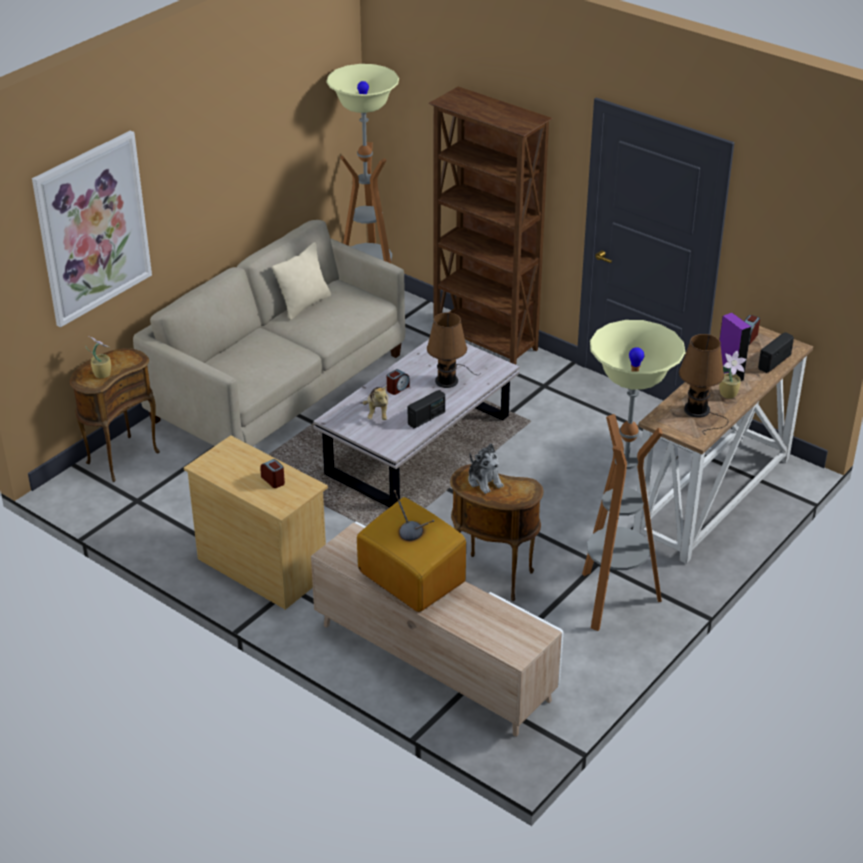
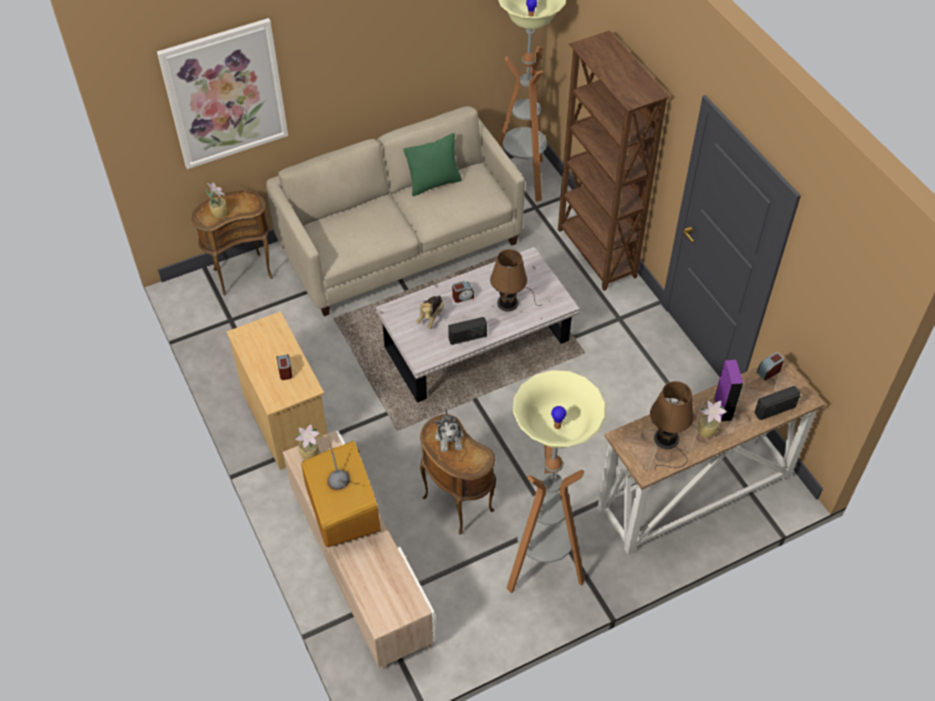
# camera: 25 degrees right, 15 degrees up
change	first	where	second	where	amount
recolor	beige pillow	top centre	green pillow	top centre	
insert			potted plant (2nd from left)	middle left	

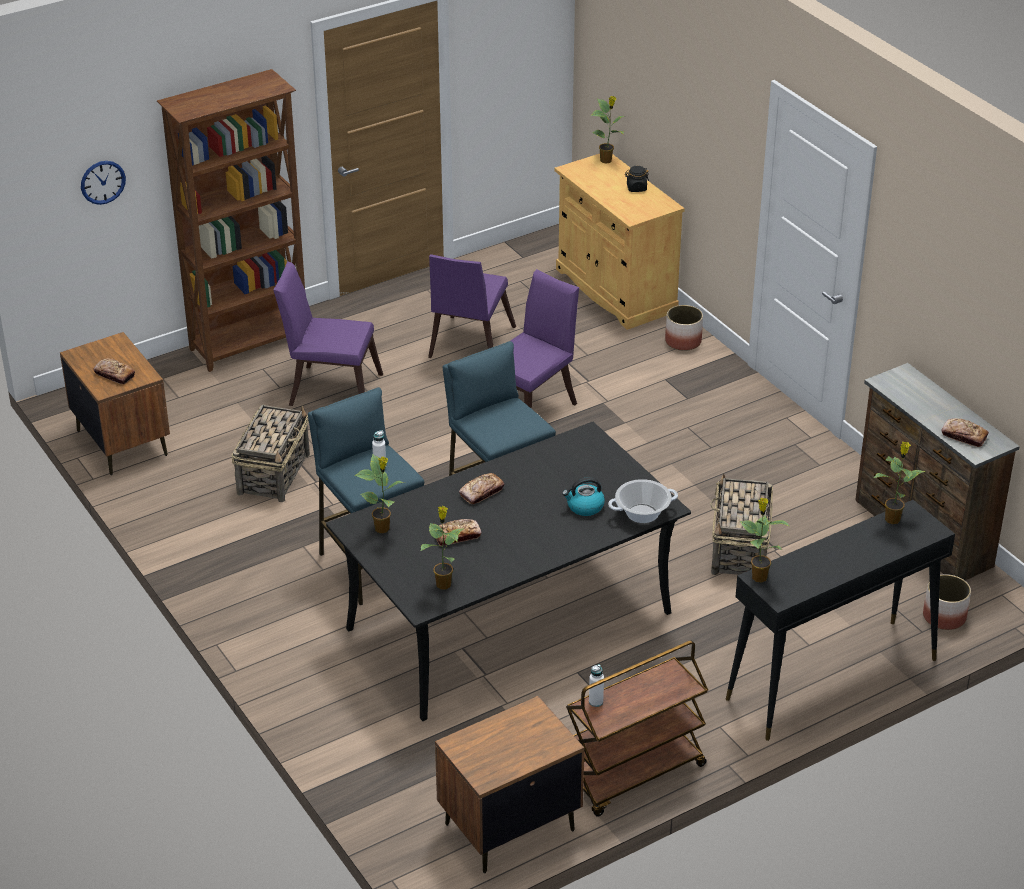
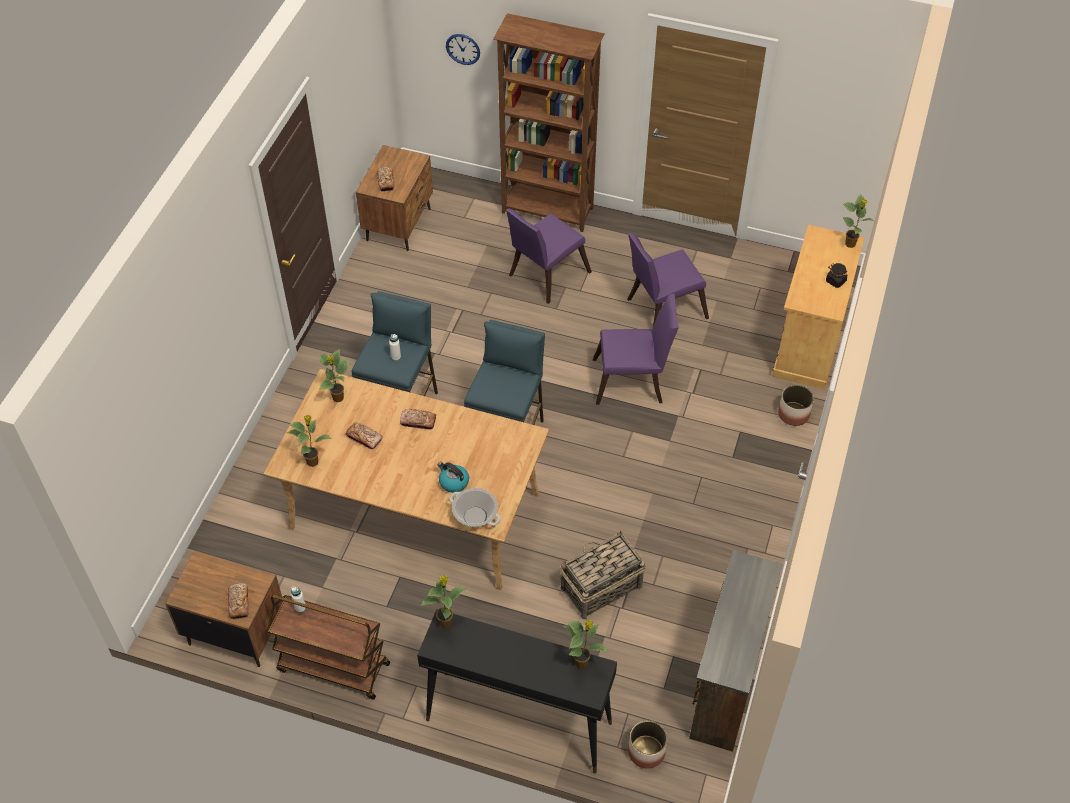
# camera: 50 degrees right, 15 degrees up
change	first	where	second	where	amount
delete	basket (1st from left)	middle left			
rotate	purple chair (1st from left)	middle left		top centre	105 degrees counterclockwise
recolor	black dining table	centre	beige dining table	centre	
move	bread (4th from left in the first image)	middle right	bread (1st from left)	bottom left	

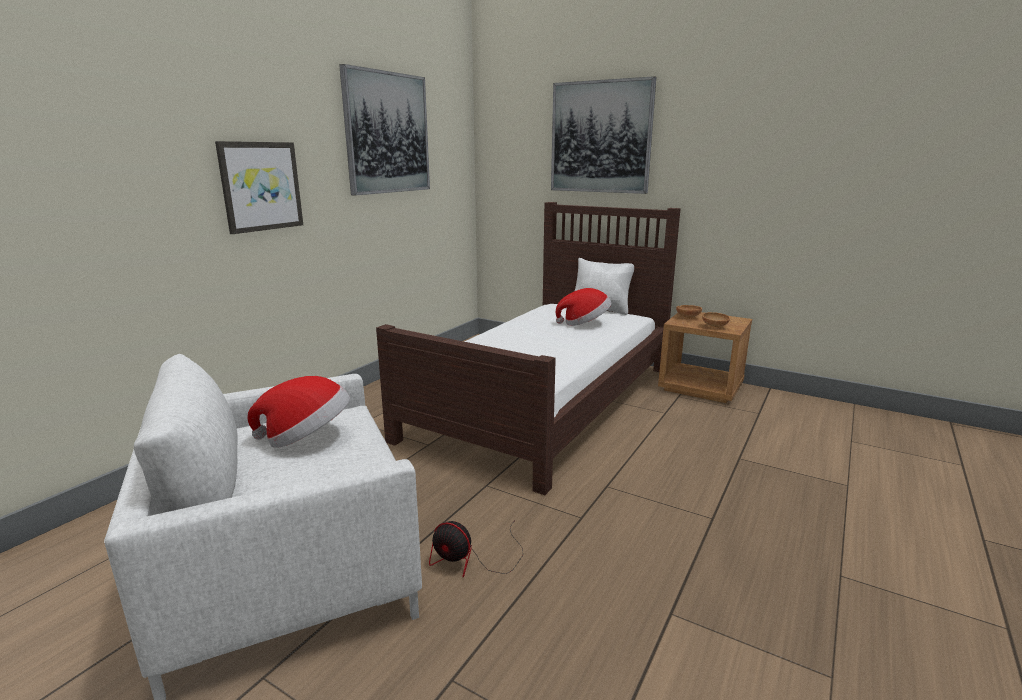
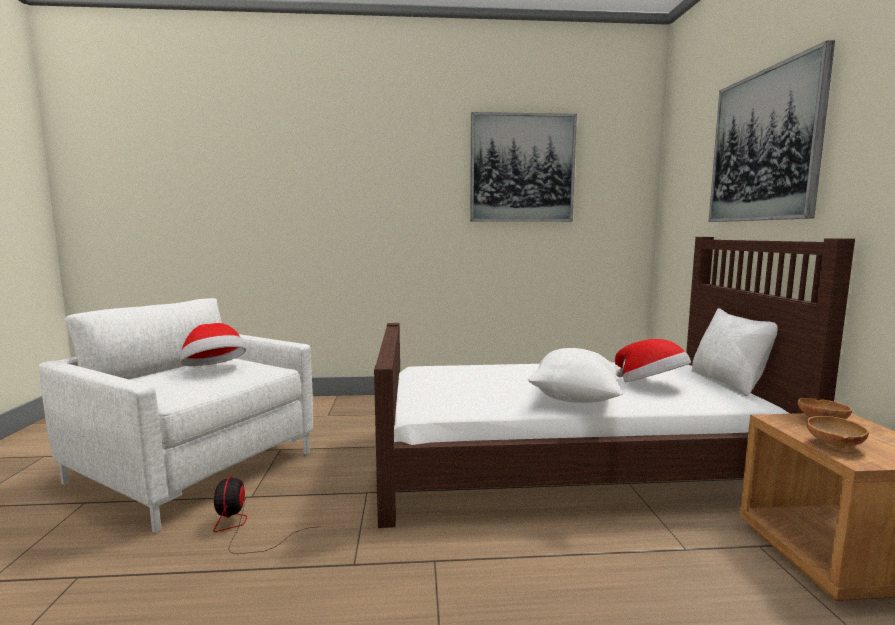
# camera: 55 degrees right, 10 degrees down
change	first	where	second	where	amount
delete	picture (1st from left)	top left			
insert			white pillow (1st from left)	centre	

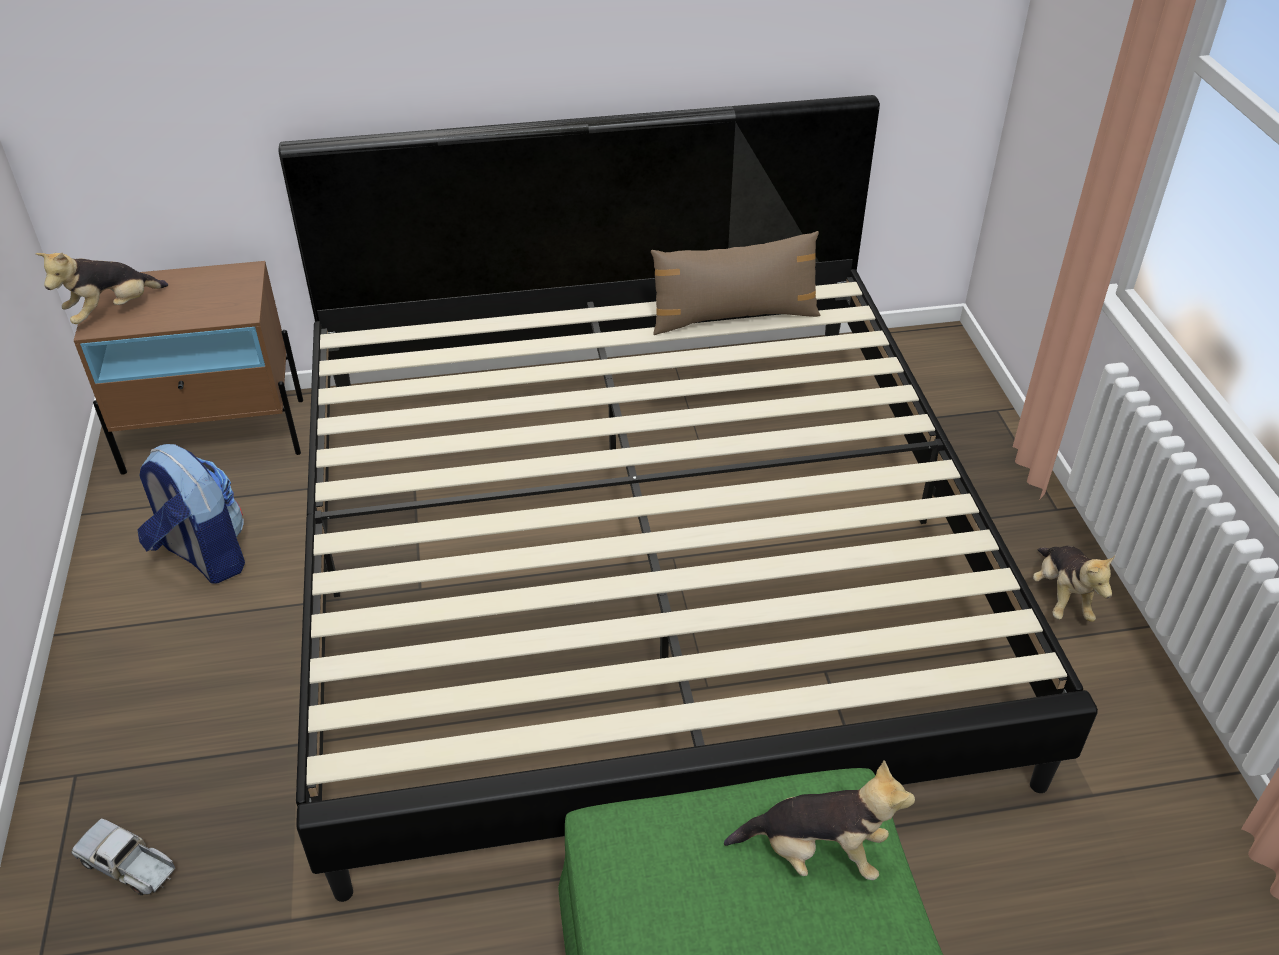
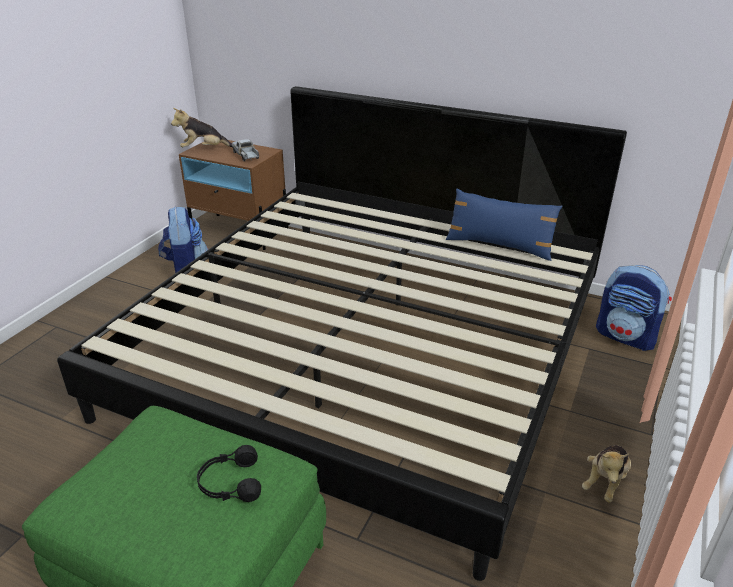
# camera: 35 degrees right, 10 degrees down
change	first	where	second	where	amount
move	toy truck	bottom left		top centre	
recolor	brown pillow	top centre	blue pillow	middle right	
replace	plush toy (2nd from left)	bottom centre	black headphones	bottom left	
insert			backpack (2nd from left)	middle right	

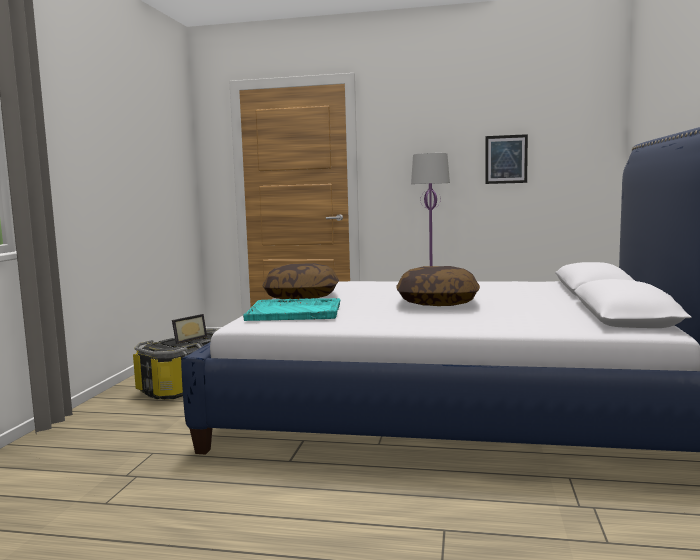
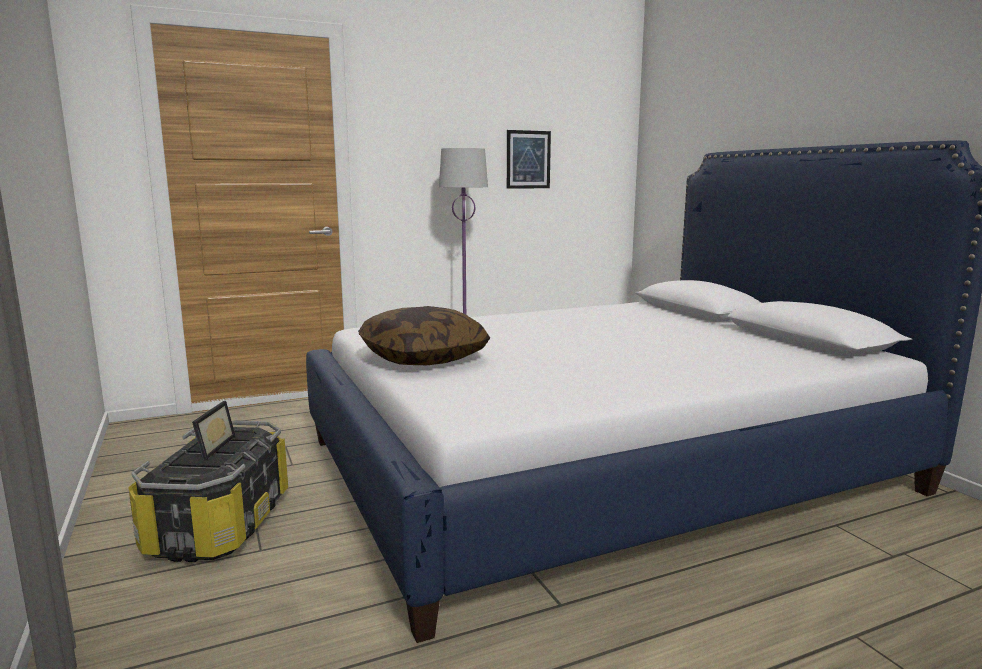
# camera: 35 degrees left, 5 degrees up
change	first	where	second	where	amount
delete	turquoise tray	centre			
delete	pillow (2nd from left)	centre			

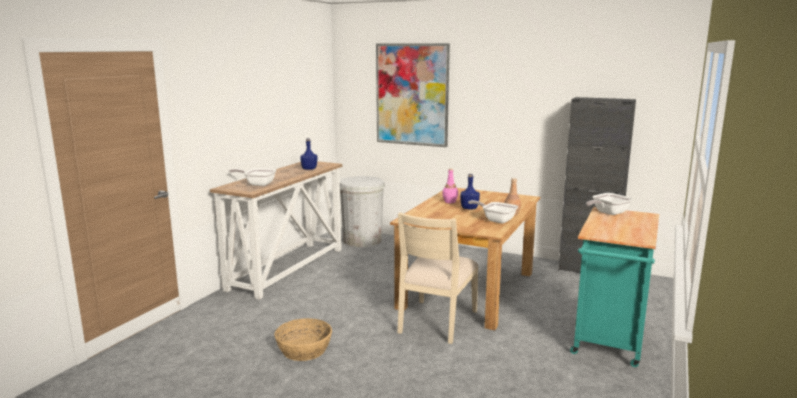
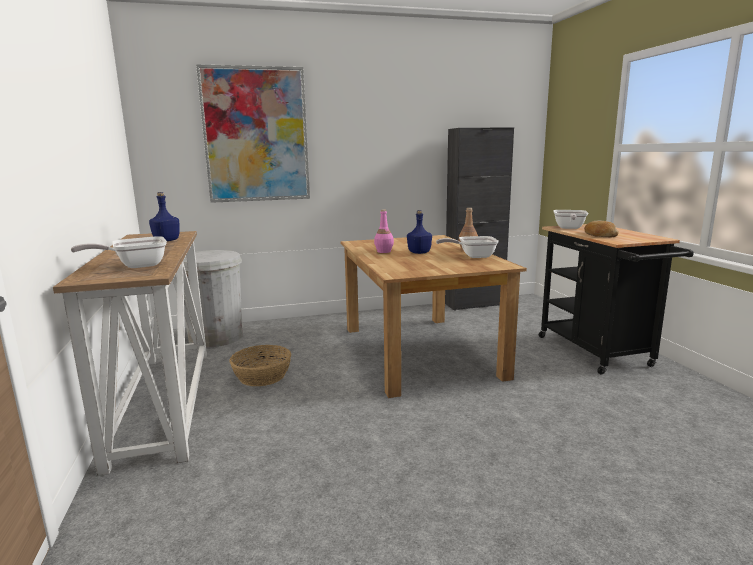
# camera: 40 degrees left, 0 degrees up
change	first	where	second	where	amount
move	basket	bottom centre		centre	
delete	beige chair	bottom centre			
recolor	turquoise cart	bottom right	black cart	middle right	
insert			bread	middle right	

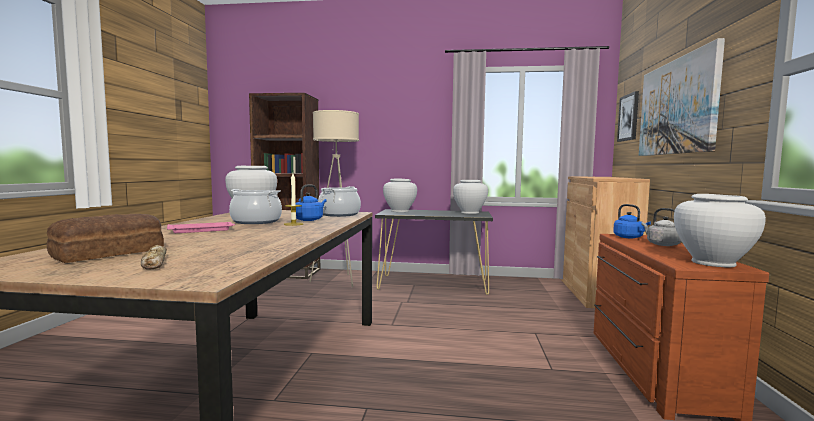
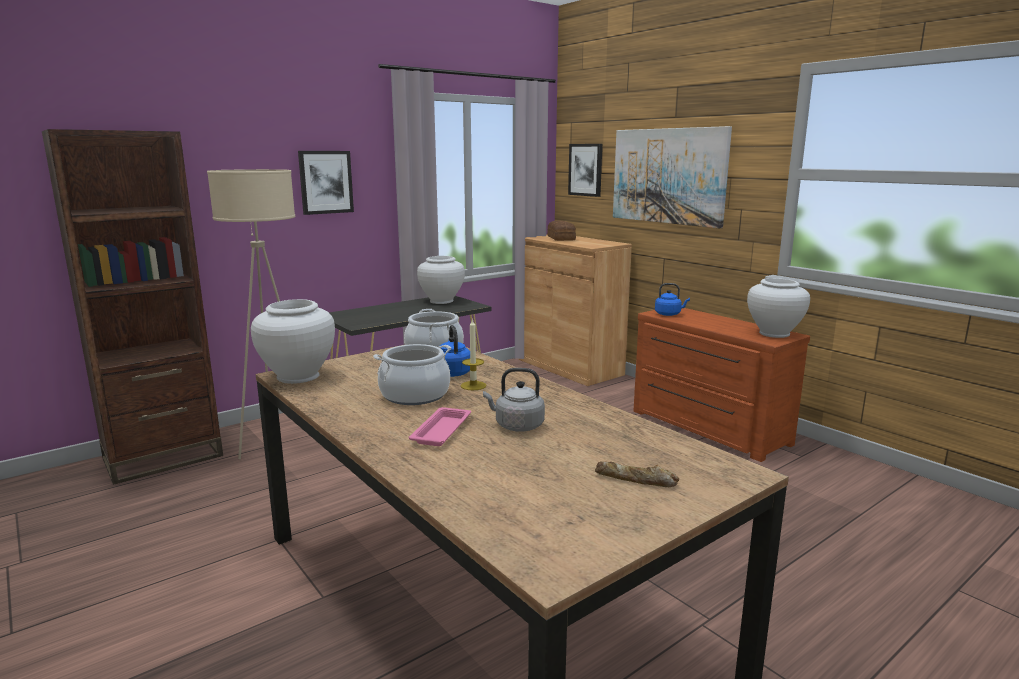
# camera: 45 degrees left, 10 degrees up
change	first	where	second	where	amount
move	bread (1st from left)	middle left		centre	
delete	white vase (2nd from left)	centre			
move	grey kettle	middle right		centre	
insert			picture (1st from left)	top left	

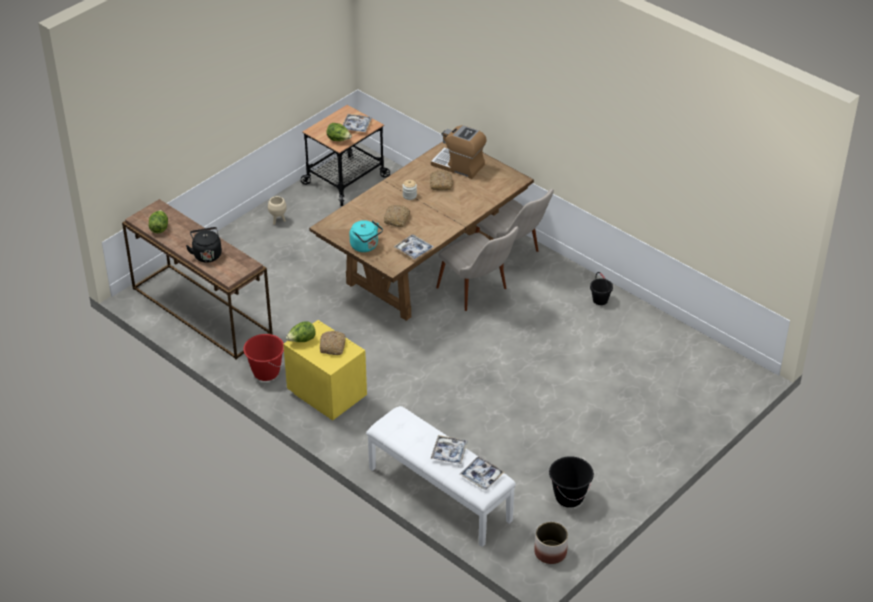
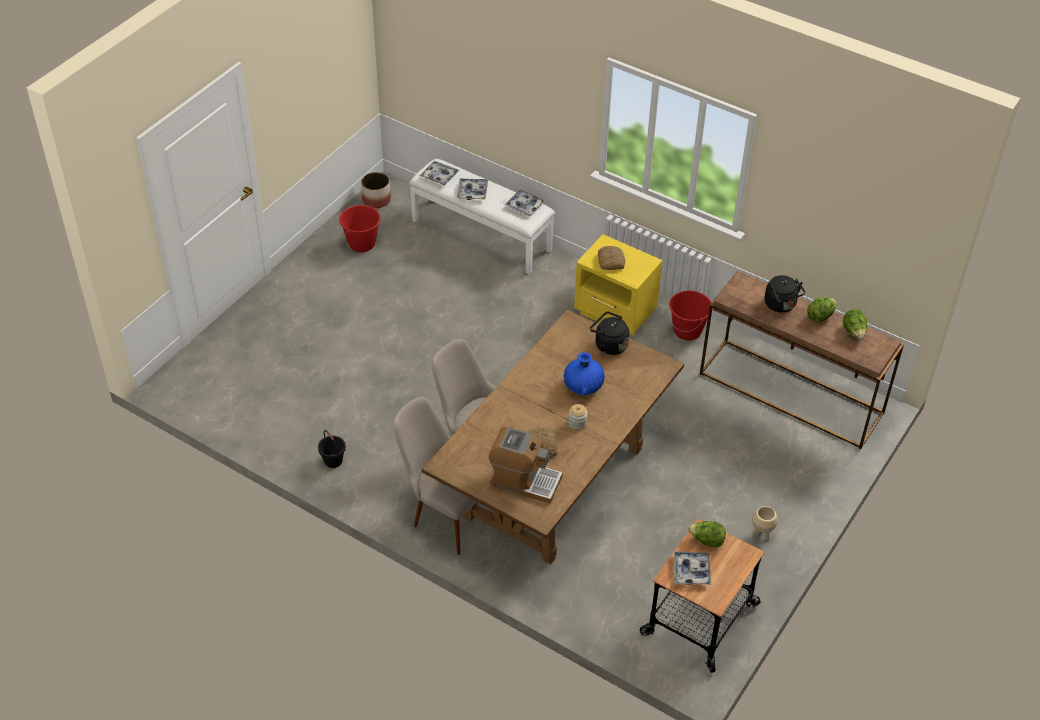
# camera: 170 degrees right, 5 degrees up
change	first	where	second	where	amount
move	lettuce (2nd from left)	centre		middle right	
recolor	turquoise kettle	centre	black kettle (1st from left)	centre	
replace	bread (2nd from left)	centre	blue vase	centre	
move	tray (2nd from left in the first image)	centre	tray (3rd from left)	top centre	
recolor	black bucket (1st from left)	bottom centre	red bucket (1st from left)	top centre	

